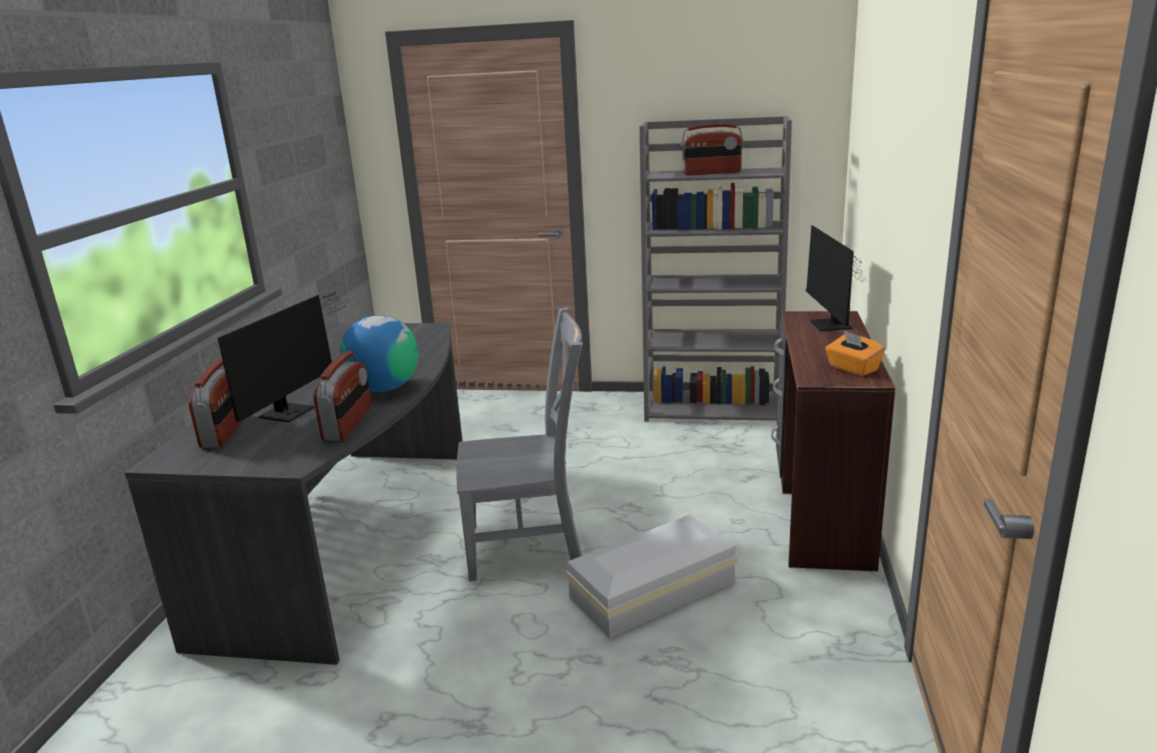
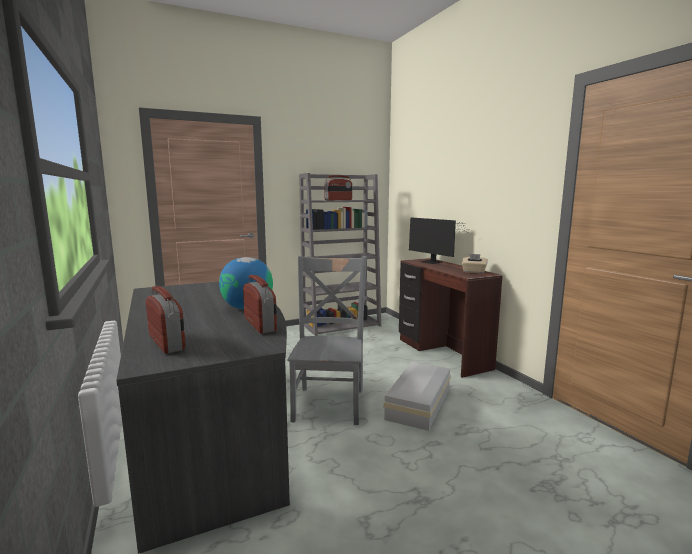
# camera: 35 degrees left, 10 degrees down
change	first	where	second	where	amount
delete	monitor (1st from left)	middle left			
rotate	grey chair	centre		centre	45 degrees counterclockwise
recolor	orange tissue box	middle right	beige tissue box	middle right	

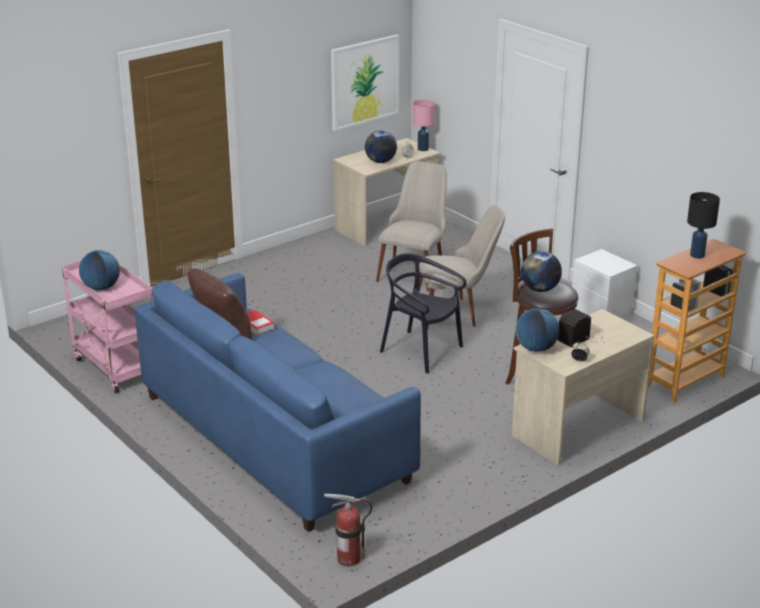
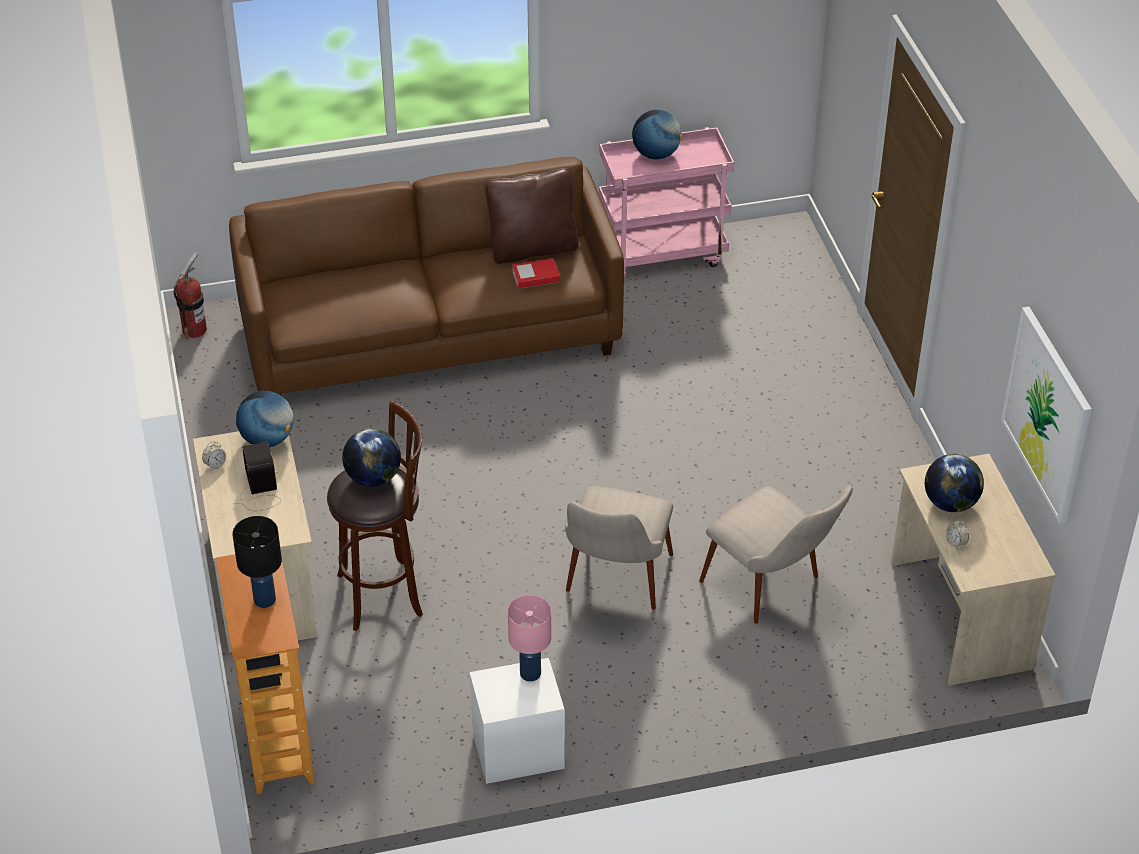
# camera: 115 degrees right, 15 degrees up
change	first	where	second	where	amount
recolor	blue sofa	centre	brown sofa	top centre	
delete	black chair	centre			
move	pink table lamp	top centre		bottom centre	

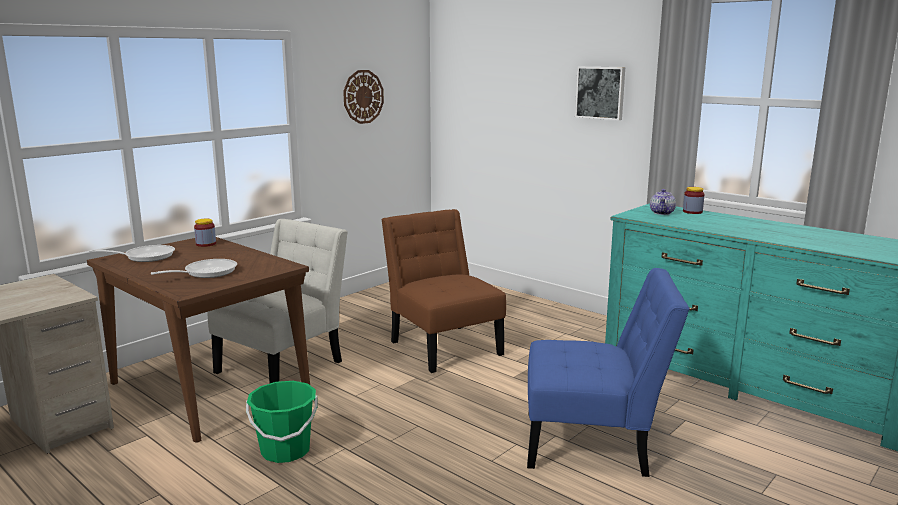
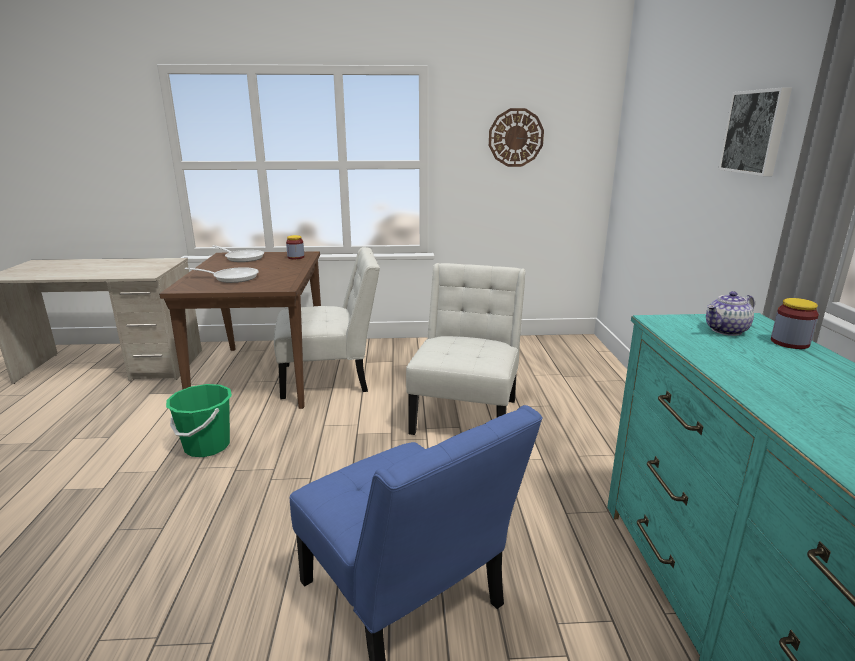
# camera: 45 degrees right, 5 degrees up
change	first	where	second	where	amount
recolor	brown chair	centre	white chair (2nd from left)	centre	

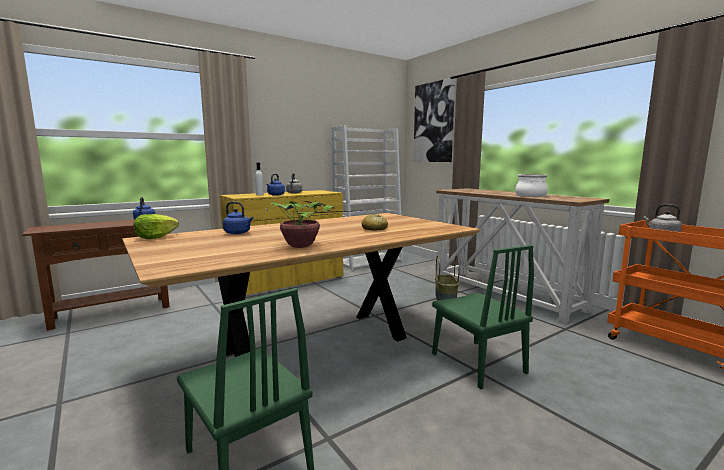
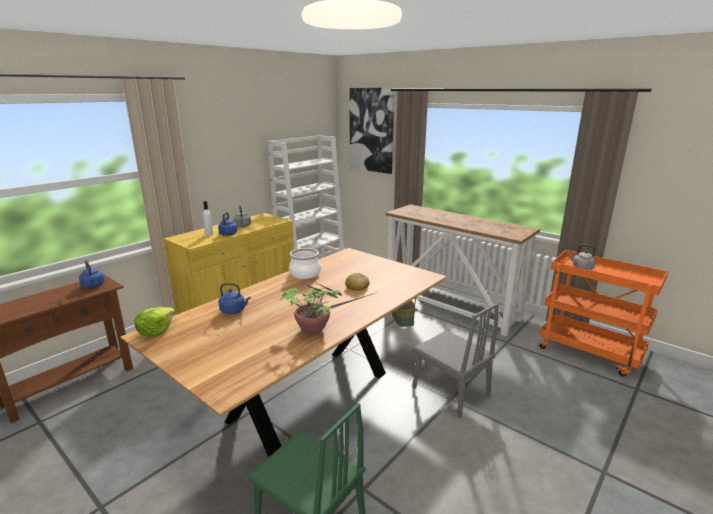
# camera: 15 degrees left, 10 degrees up
change	first	where	second	where	amount
recolor	green chair (2nd from left)	bottom right	grey chair	bottom centre	
move	cooking pot	middle right		centre	

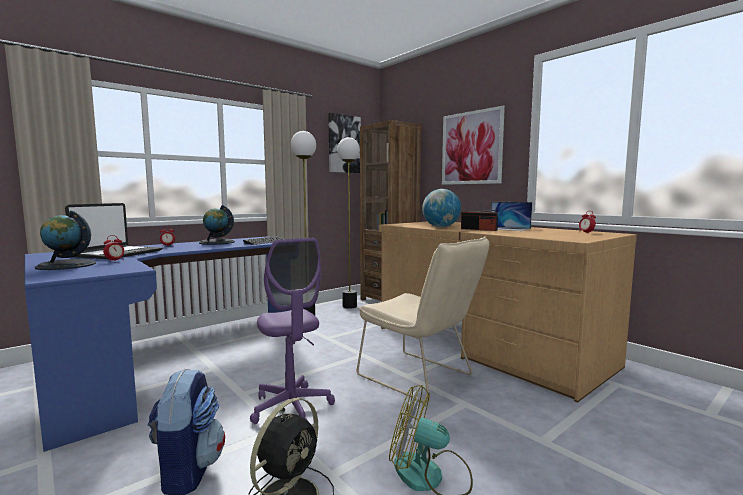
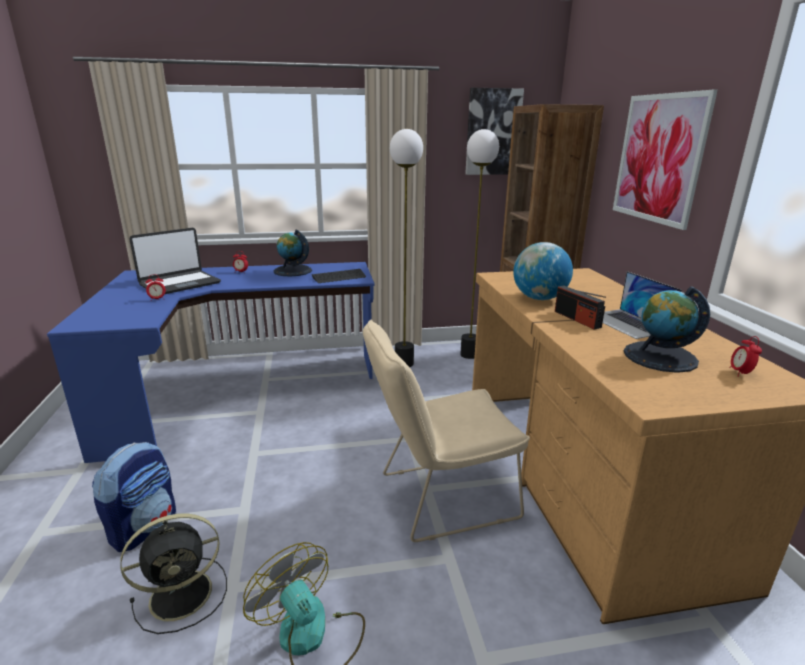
# camera: 30 degrees right, 15 degrees up
change	first	where	second	where	amount
move	globe (1st from left in the first image)	middle left	globe (3rd from left)	middle right	
delete	purple office chair	bottom centre			
rotate	beige chair	centre		centre	90 degrees clockwise

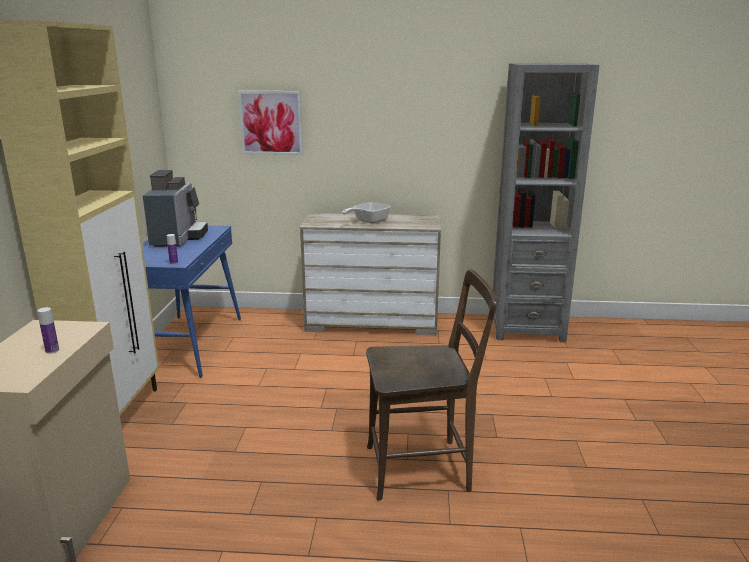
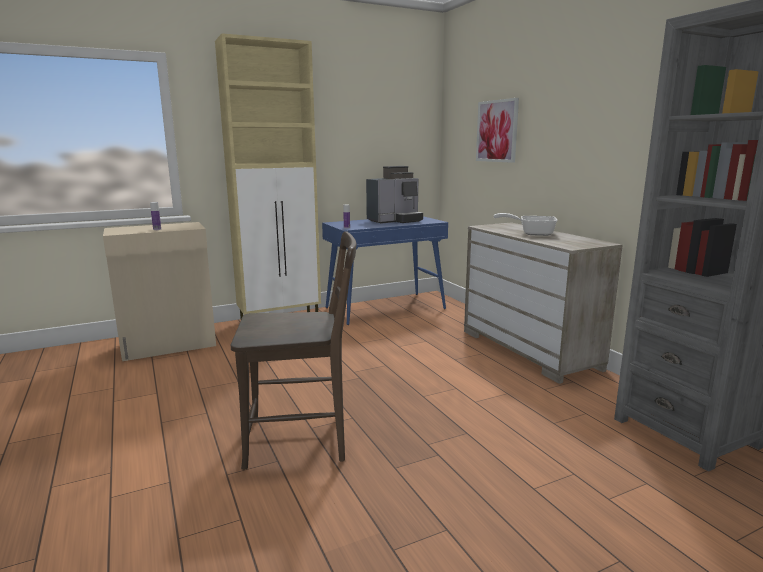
# camera: 60 degrees right, 5 degrees down
change	first	where	second	where	amount
rotate	brown chair	bottom centre		centre	60 degrees counterclockwise

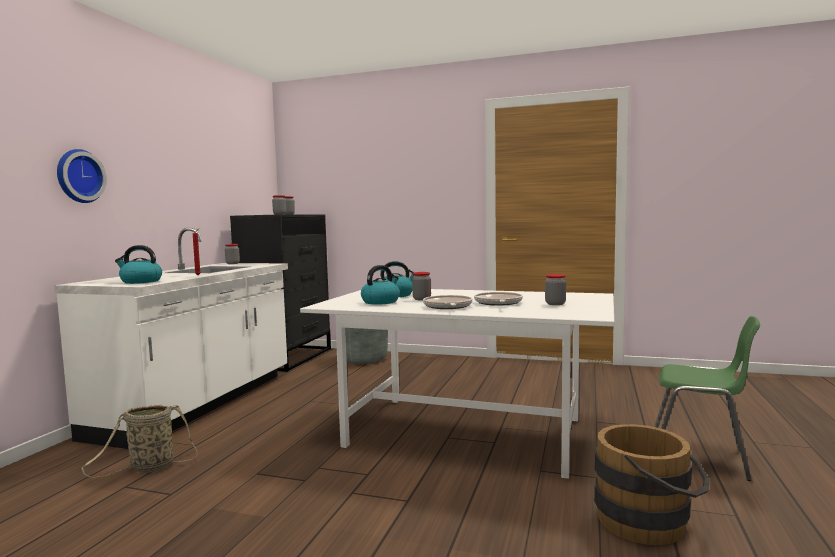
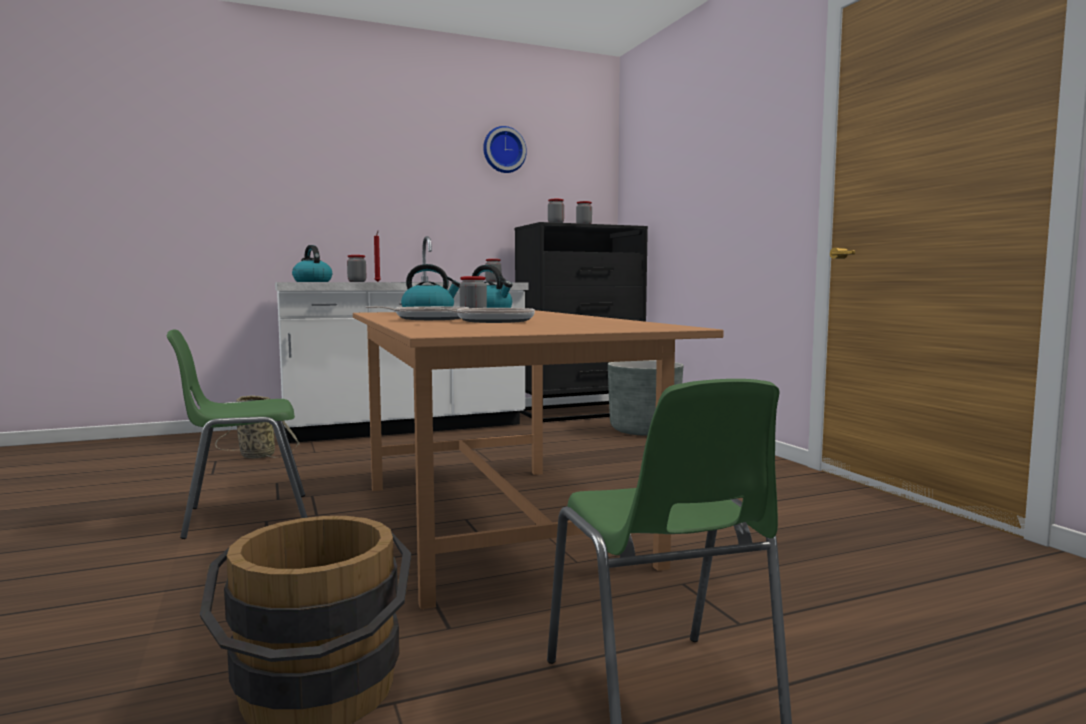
# camera: 50 degrees right, 0 degrees up
change	first	where	second	where	amount
move	wall clock	top left		top centre	
recolor	white dining table	bottom centre	brown dining table	centre	
move	jar (5th from left in the first image)	centre	jar (1st from left)	middle left	
insert			green chair (1st from left)	middle left	

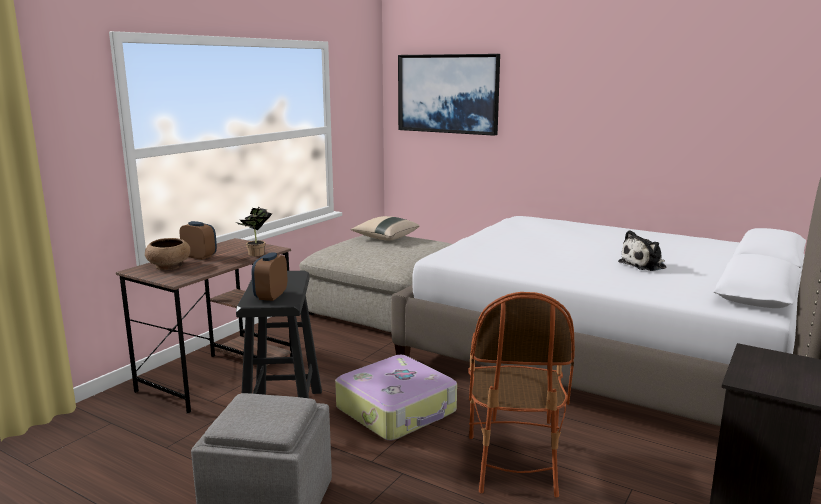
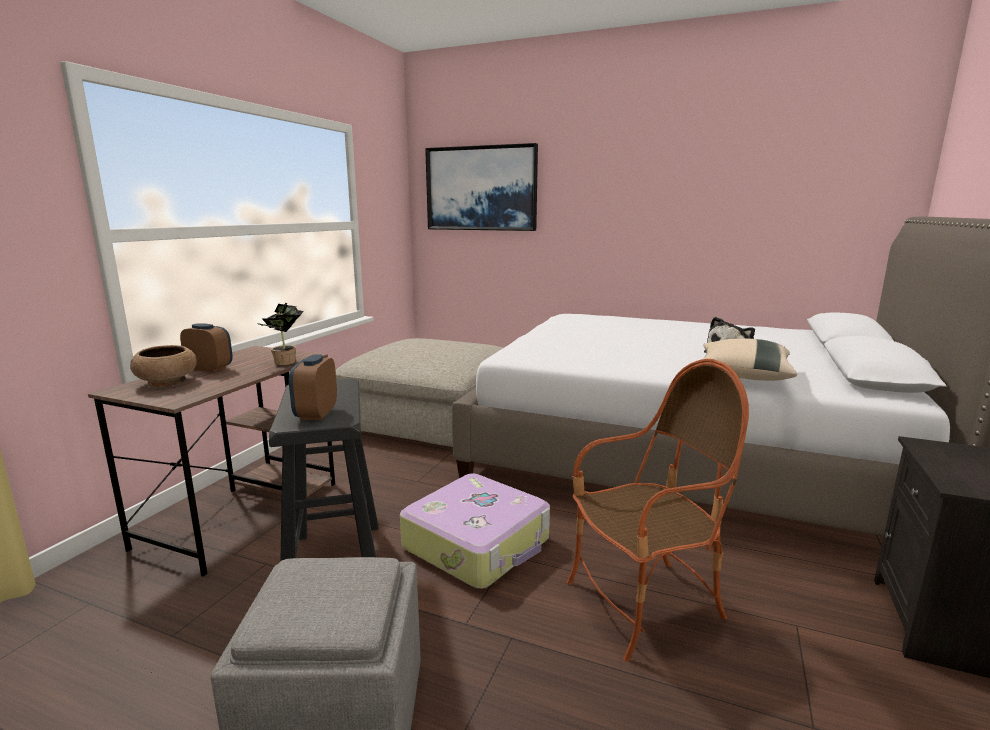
# camera: 10 degrees left, 0 degrees up
change	first	where	second	where	amount
move	beige pillow	centre		middle right	
rotate	armchair	bottom centre		bottom centre	105 degrees counterclockwise

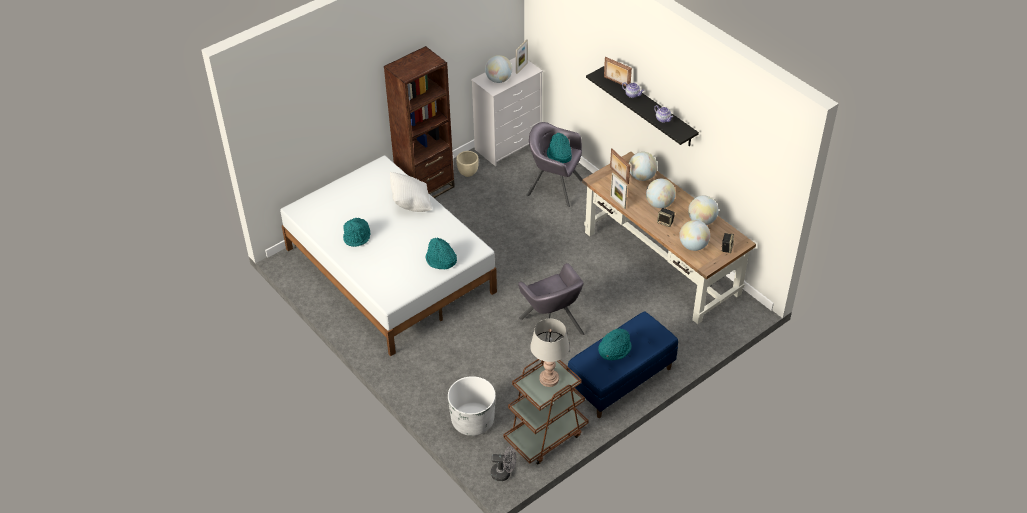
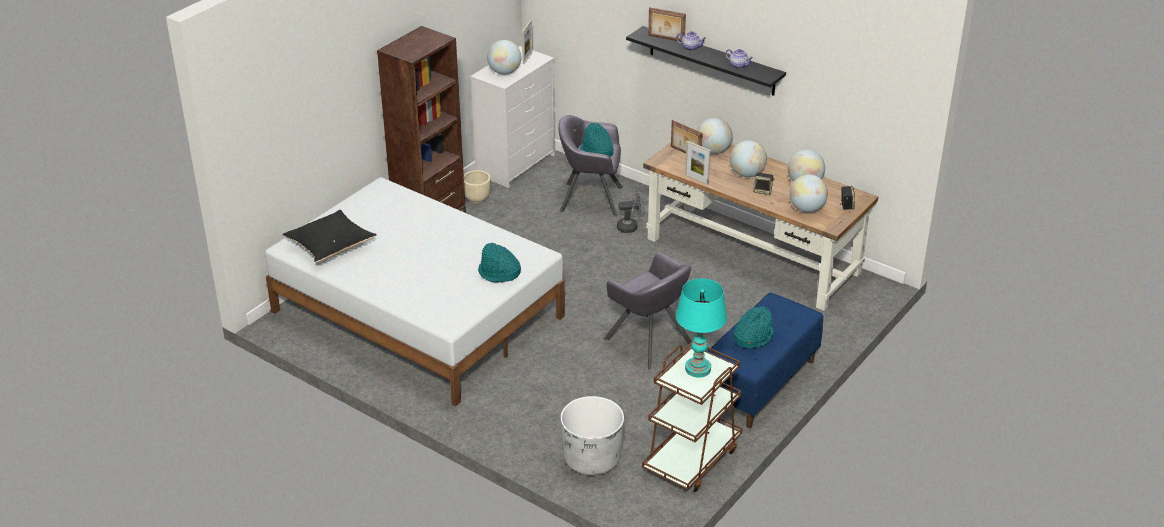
# camera: 15 degrees left, 10 degrees down
change	first	where	second	where	amount
delete	turquoise hat (1st from left)	centre			
delete	white pillow	centre			
move	grey fan	bottom centre		centre	
recolor	grey table lamp	bottom centre	turquoise table lamp	centre	
insert			black pillow	middle left	

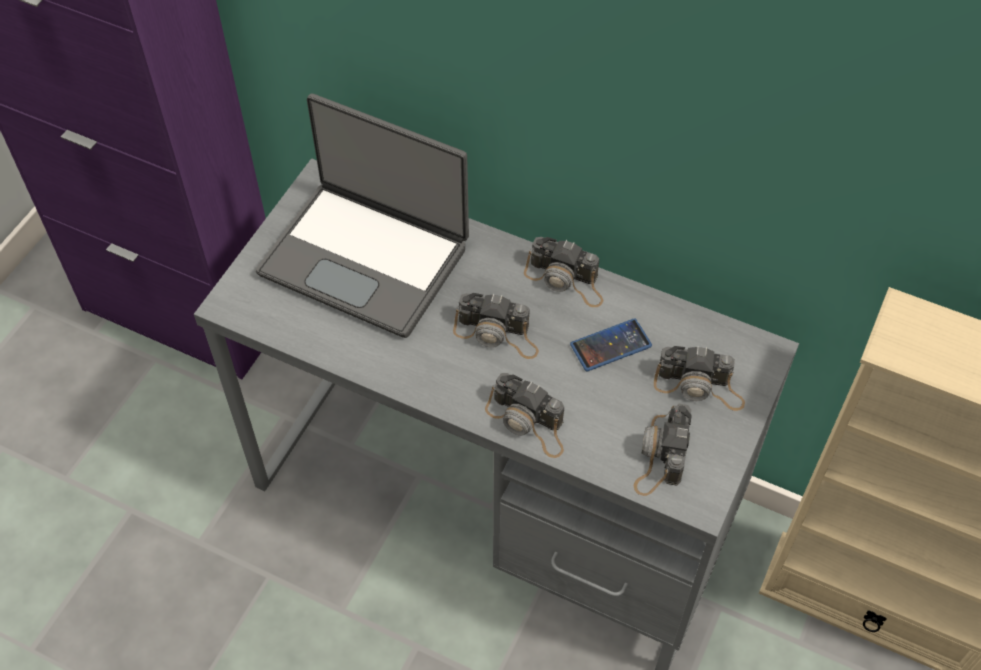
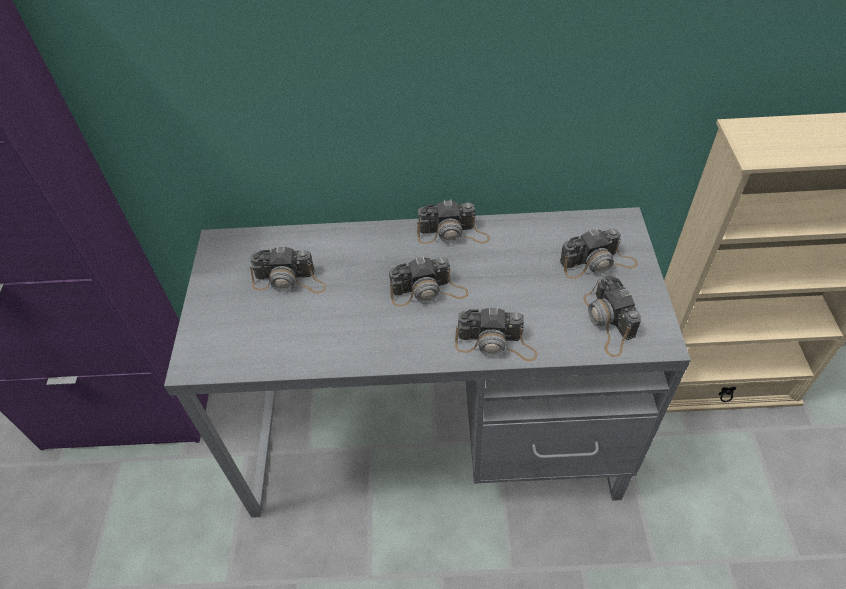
# camera: 25 degrees left, 5 degrees down
change	first	where	second	where	amount
replace	laptop	top centre	photo camera (1st from left)	centre	
delete	phone	centre			

